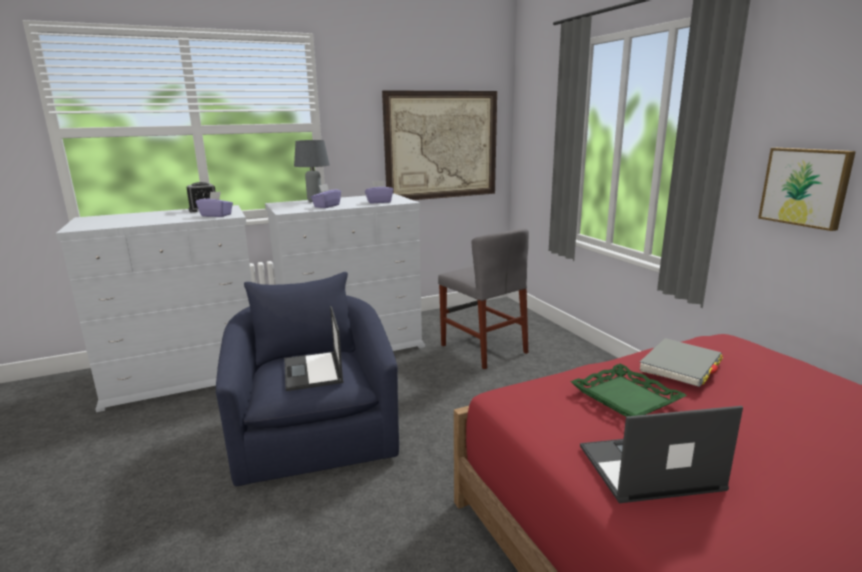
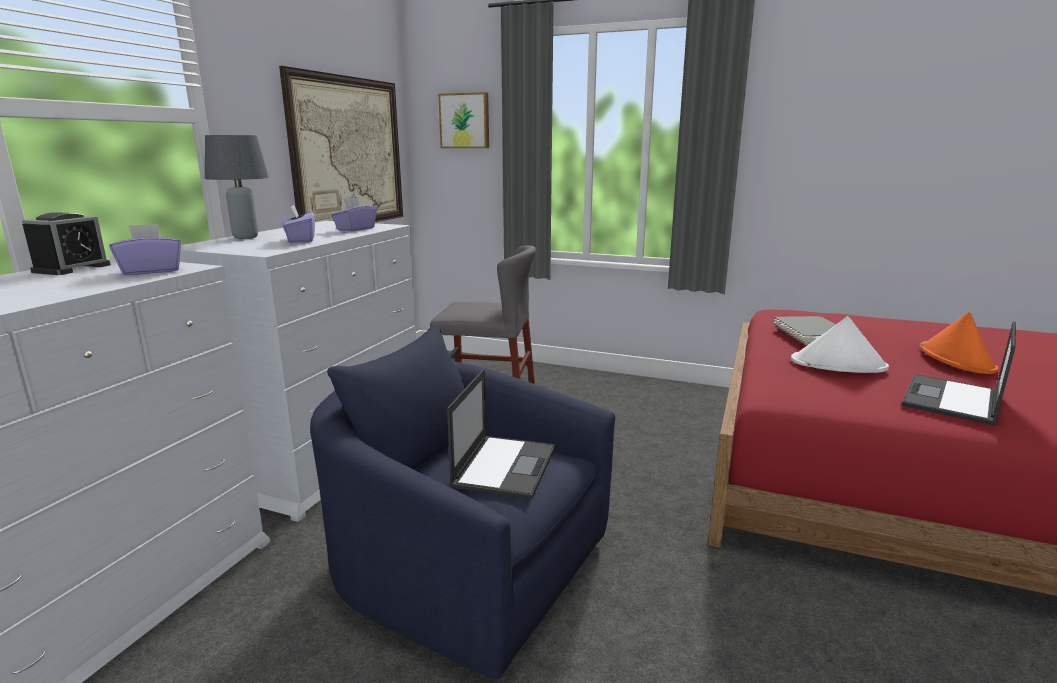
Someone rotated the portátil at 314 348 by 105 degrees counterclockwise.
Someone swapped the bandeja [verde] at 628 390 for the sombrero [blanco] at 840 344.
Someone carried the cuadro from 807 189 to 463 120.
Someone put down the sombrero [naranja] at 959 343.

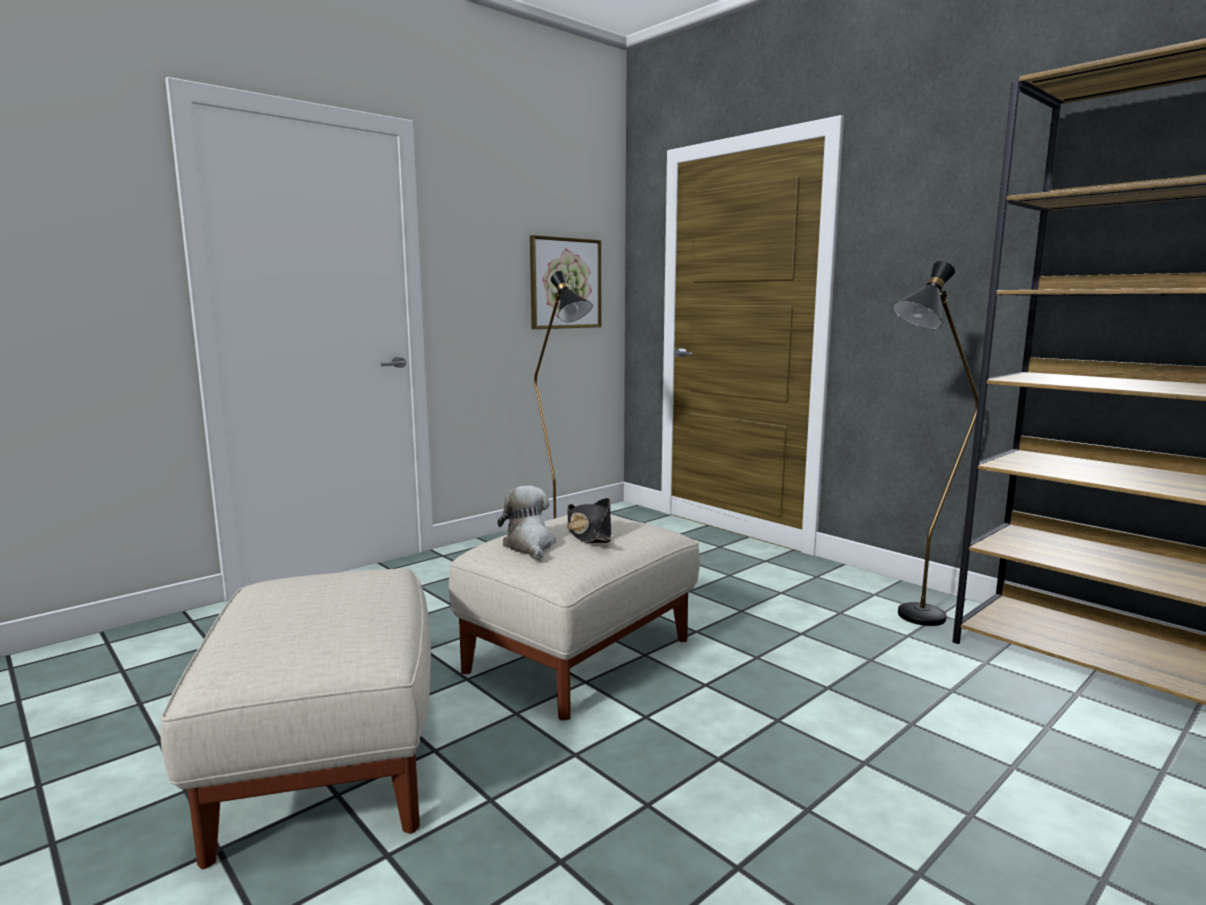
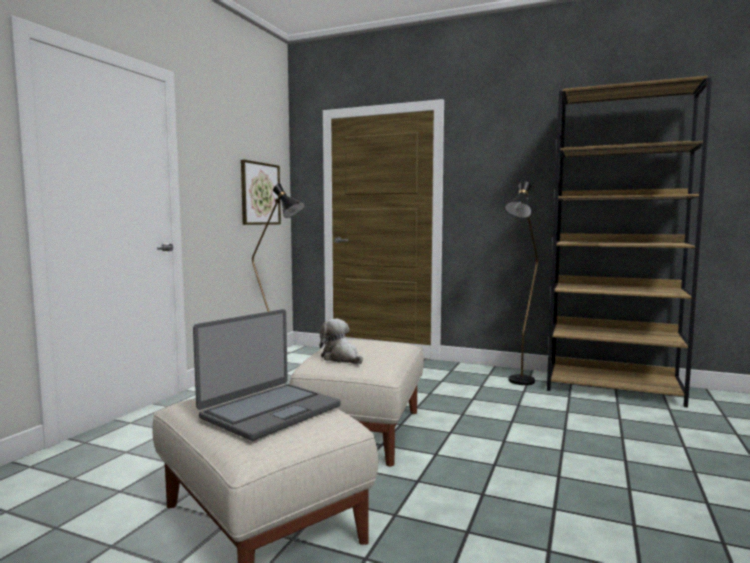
Someone took away the sombrero [negro] at 589 520.
Someone put down the portátil at 267 375.

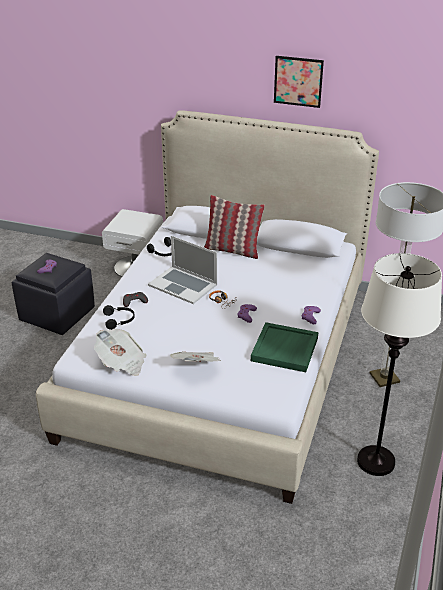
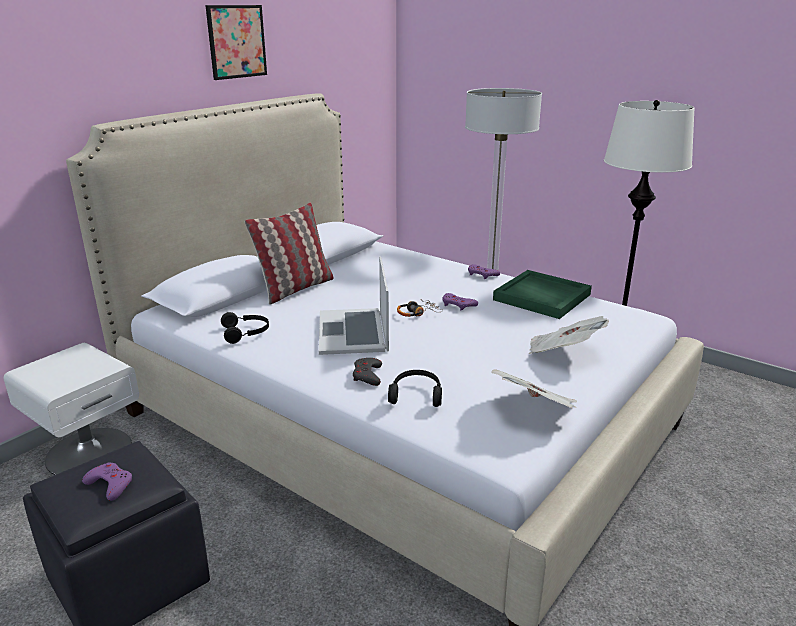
Someone rotated the portátil at 182 270 by 120 degrees clockwise.

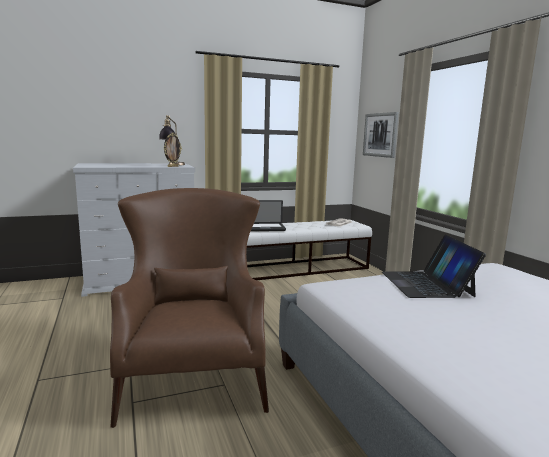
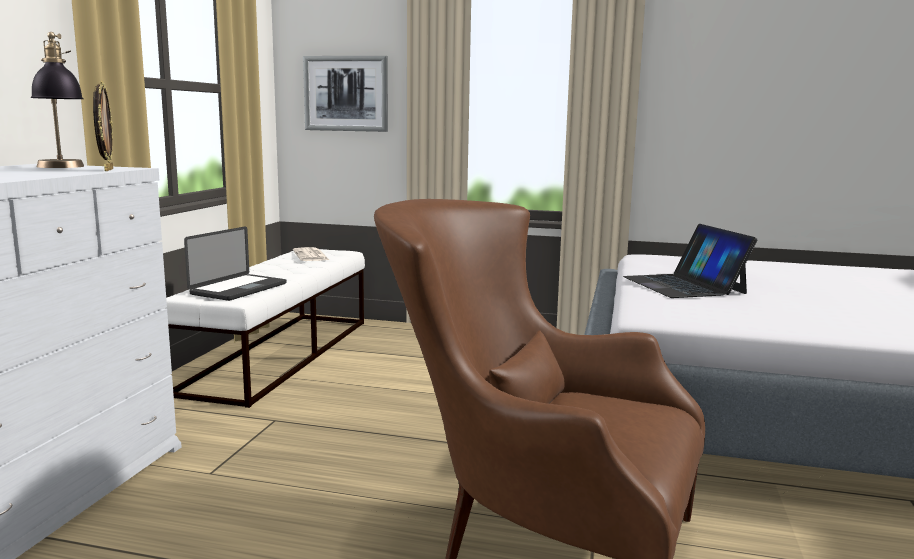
Someone rotated the portátil at 434 266 by 45 degrees clockwise.

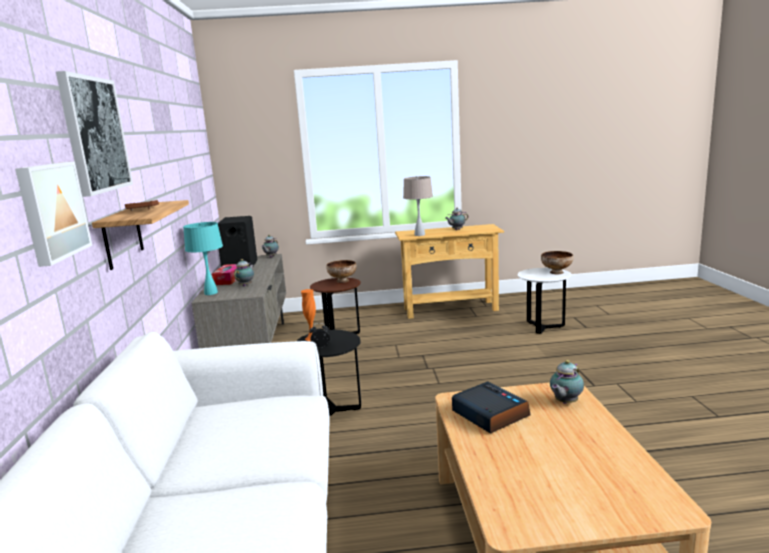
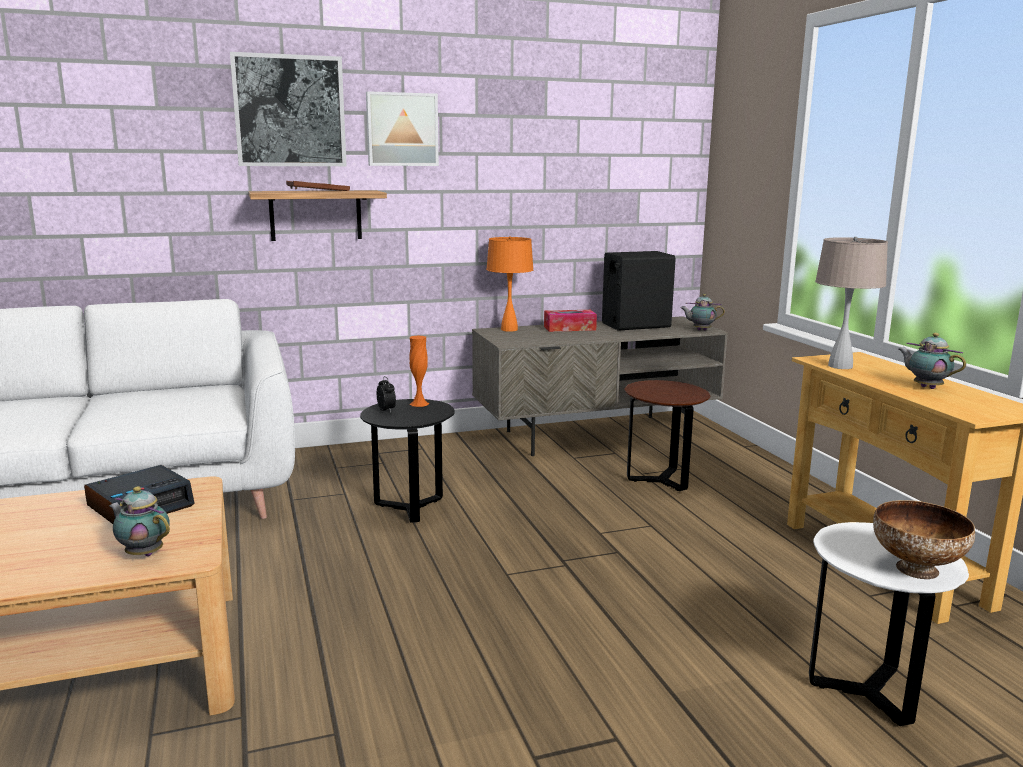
Someone carried the cuadro from 53 214 to 402 128.
Someone repainted the lámpara de mesa [turquesa] at 203 258, which became the lámpara de mesa [naranja] at 510 284.
Someone took away the tetera at 244 272.
Someone took away the cuenco at 341 271.

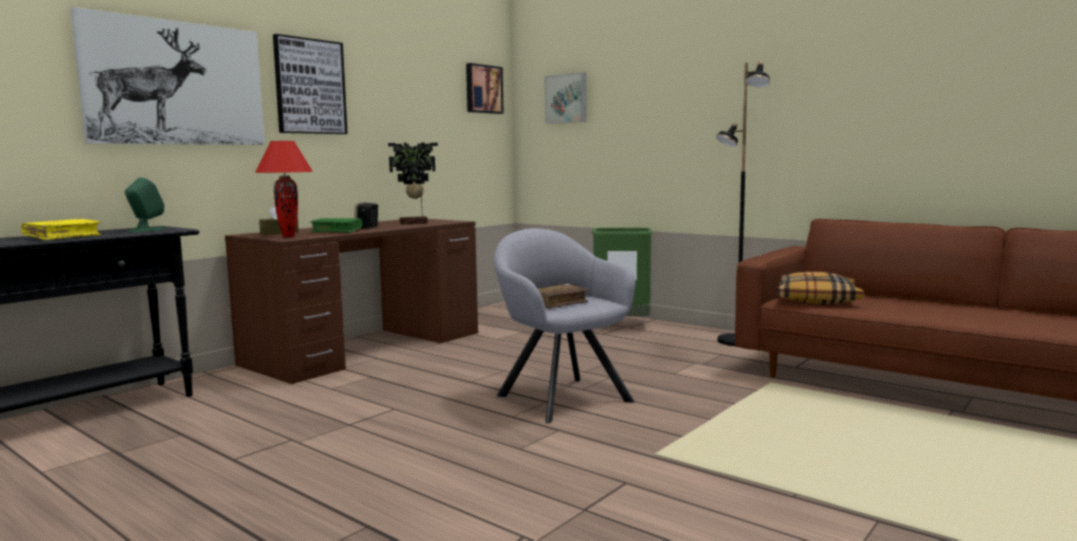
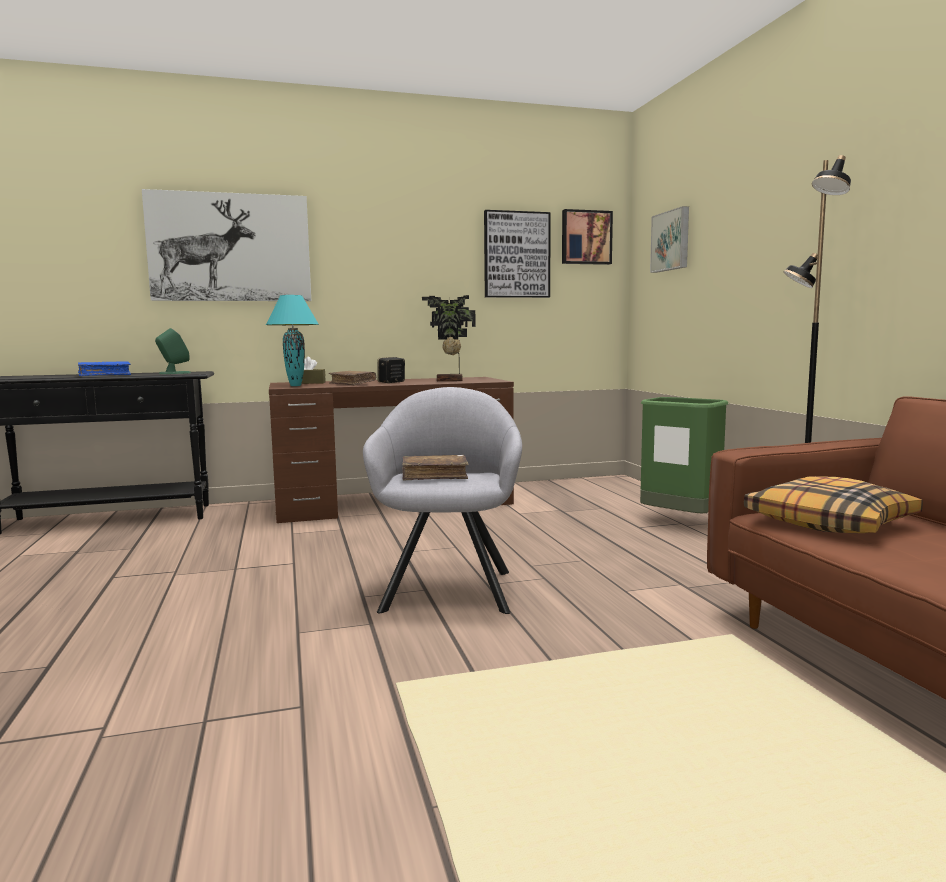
Someone repainted the libro [amarillo] at 61 229, which became the libro [azul] at 104 368.
Someone repainted the lámpara de mesa [rojo] at 284 189, which became the lámpara de mesa [turquesa] at 292 340.
Someone carried the cuadro from 310 84 to 517 254.
Someone repainted the libro [verde] at 336 225, which became the libro [marrón] at 352 378.

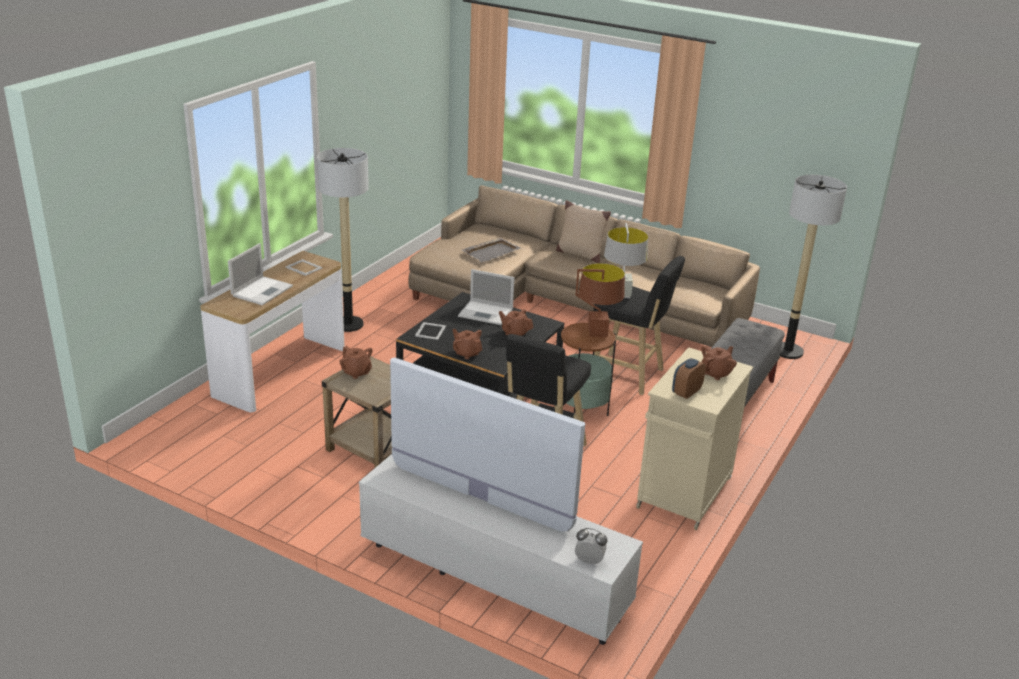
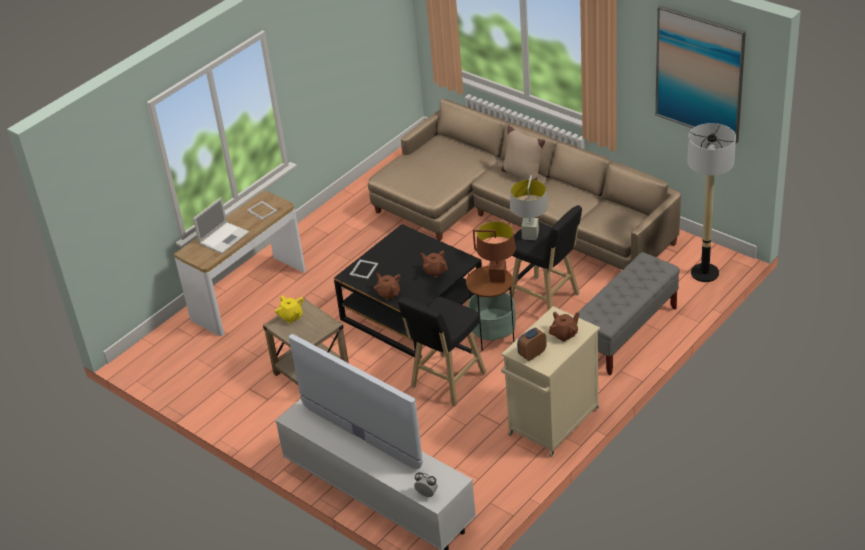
Someone took away the lámpara de pie at 343 240.
Someone repainted the tetera [marrón] at 356 362, which became the tetera [amarillo] at 289 309.
Someone took away the portátil at 486 297.
Someone took away the bandeja [gris] at 491 250.
Someone put up the cuadro at 700 74.

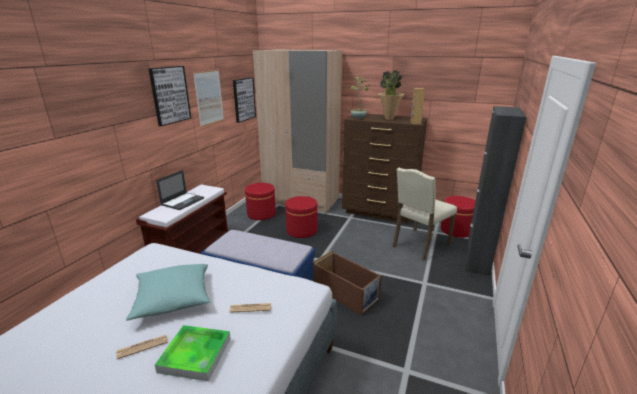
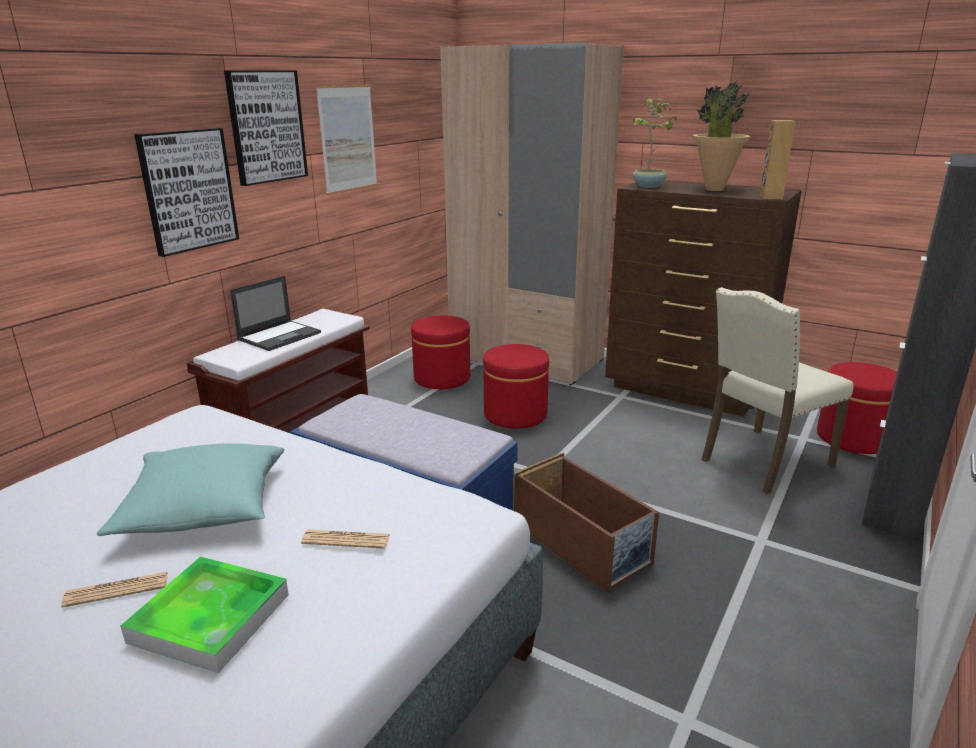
Someone carried the cuadro from 244 100 to 186 192.

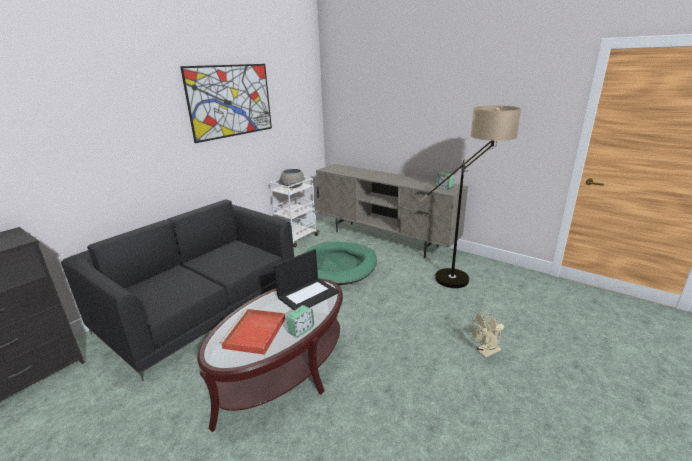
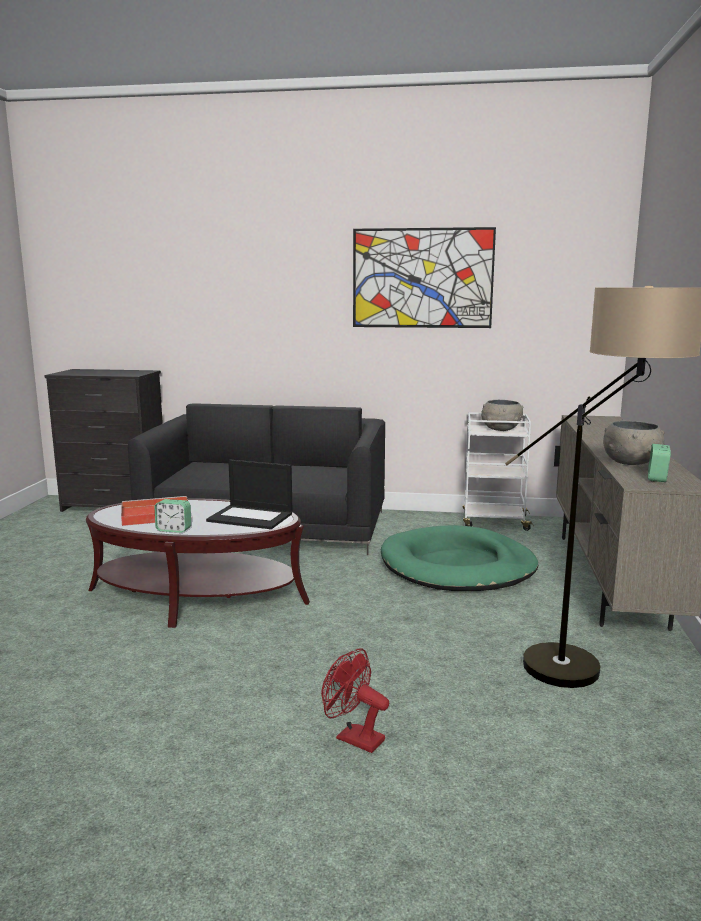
Someone repainted the ventilador [beis] at 487 334, which became the ventilador [rojo] at 355 700.
Someone put down the cuenco [gris] at 634 443.

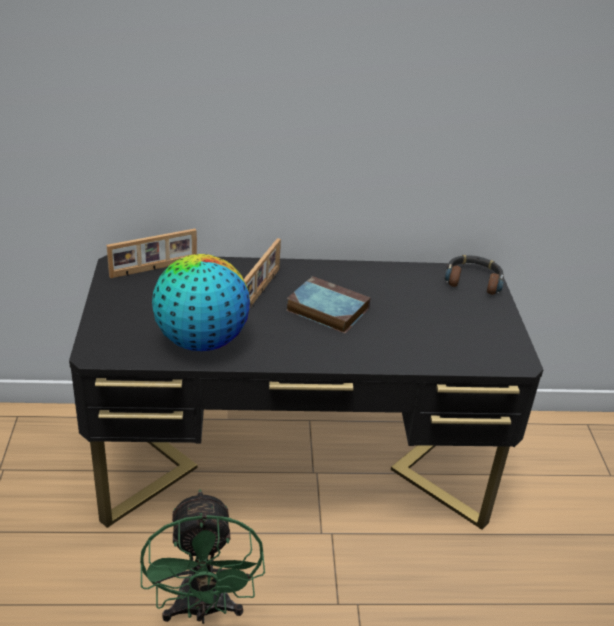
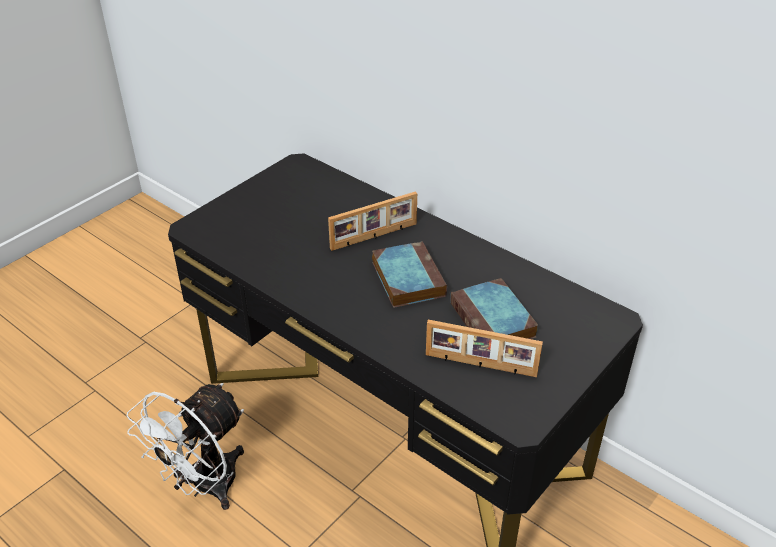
Someone carried the portarretratos from 152 253 to 484 348.
Someone repainted the ventilador [verde] at 202 556, which became the ventilador [blanco] at 185 446.
Someone took away the globo terráqueo at 201 302.
Someone took away the auriculares at 474 275.
Someone put down the libro at 494 308.

